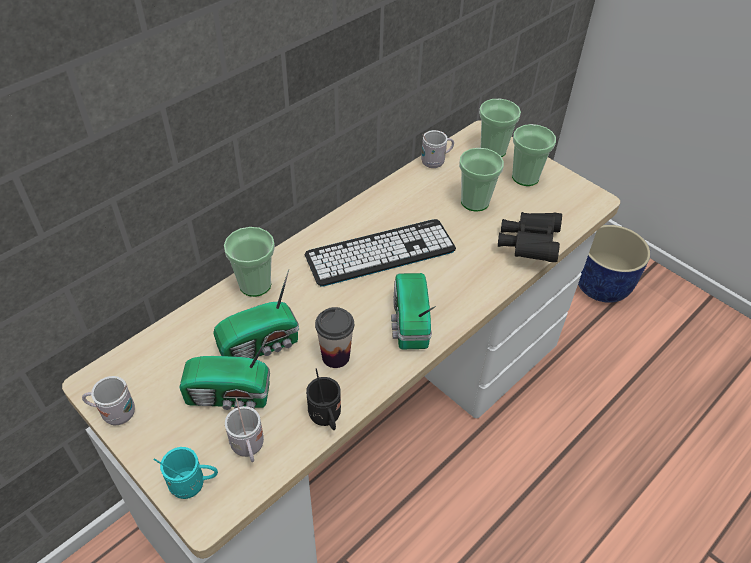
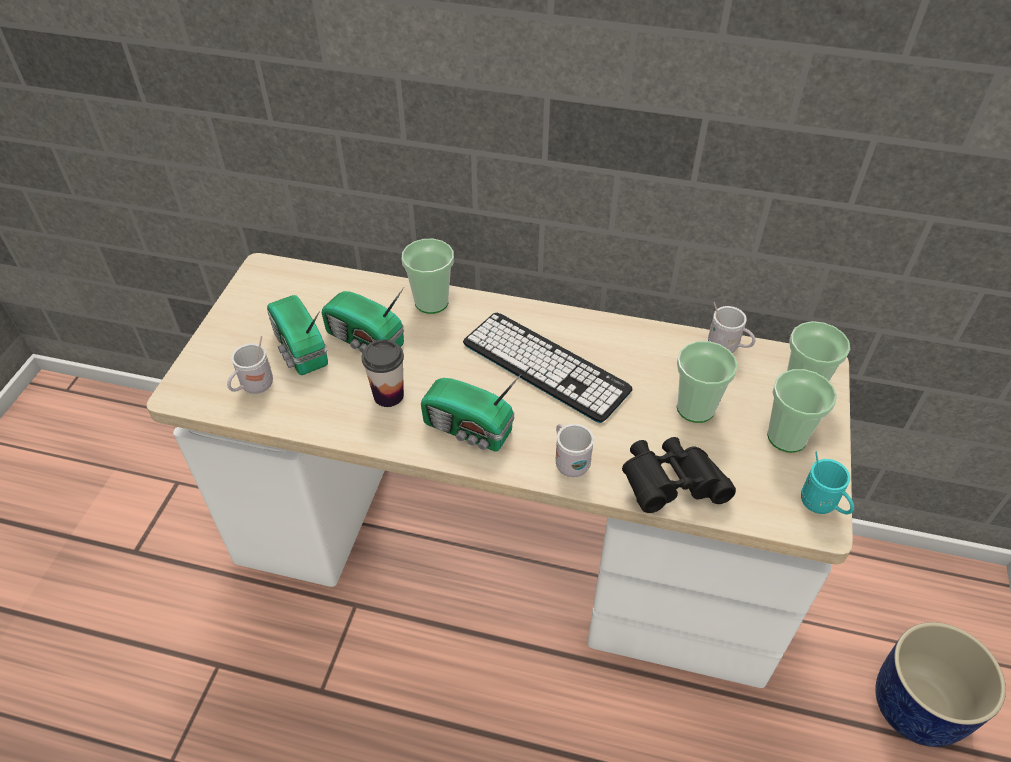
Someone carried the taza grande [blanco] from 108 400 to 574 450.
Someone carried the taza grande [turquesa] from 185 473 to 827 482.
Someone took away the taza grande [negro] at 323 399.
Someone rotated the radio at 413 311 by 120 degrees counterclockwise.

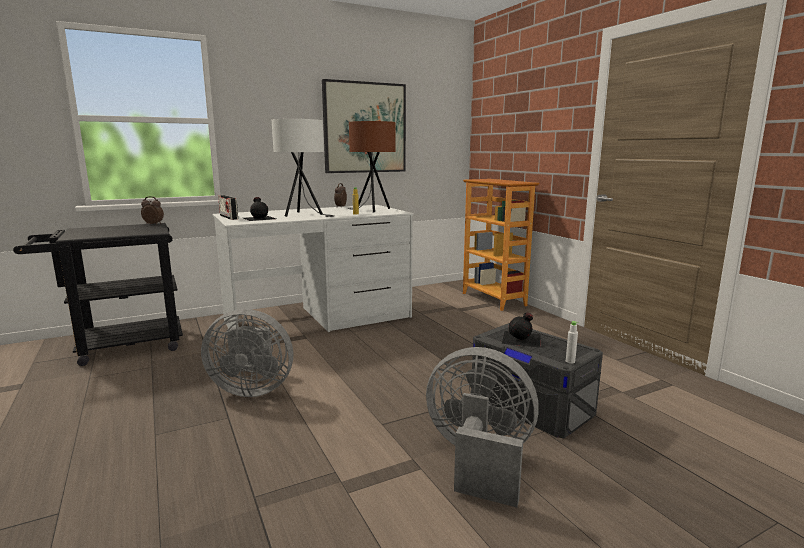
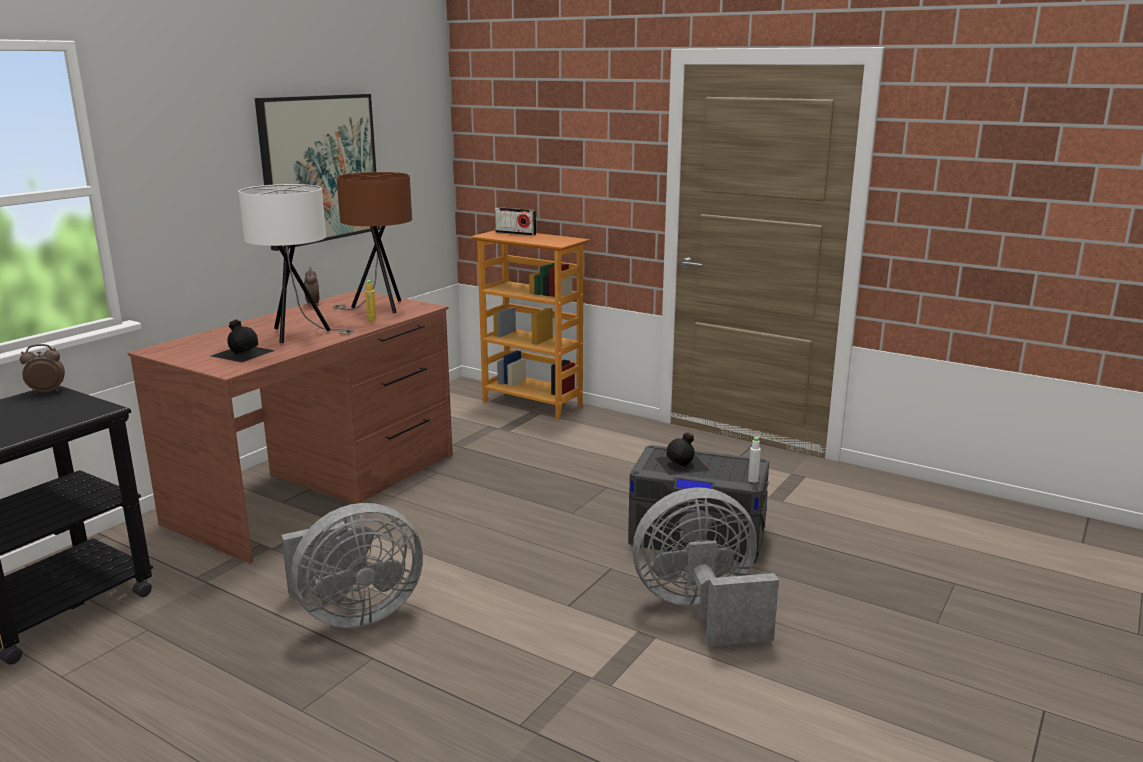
Someone repainted the escritorio [blanco] at 313 268, which became the escritorio [marrón] at 290 426.
Someone carried the radio from 228 207 to 515 221.

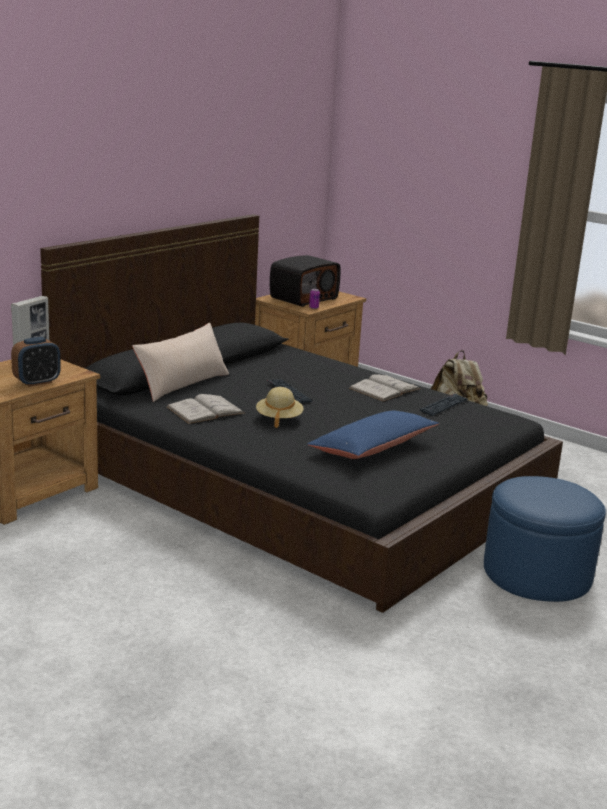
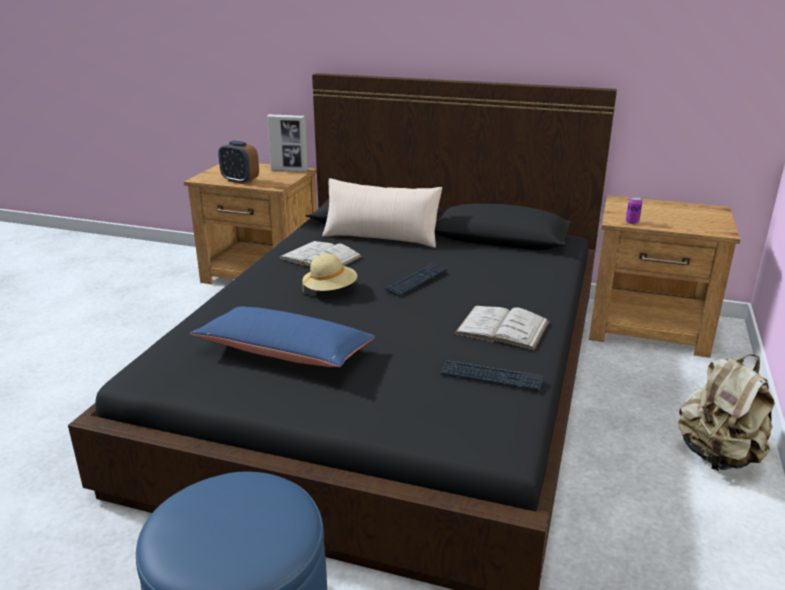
Someone took away the radio at 305 281.

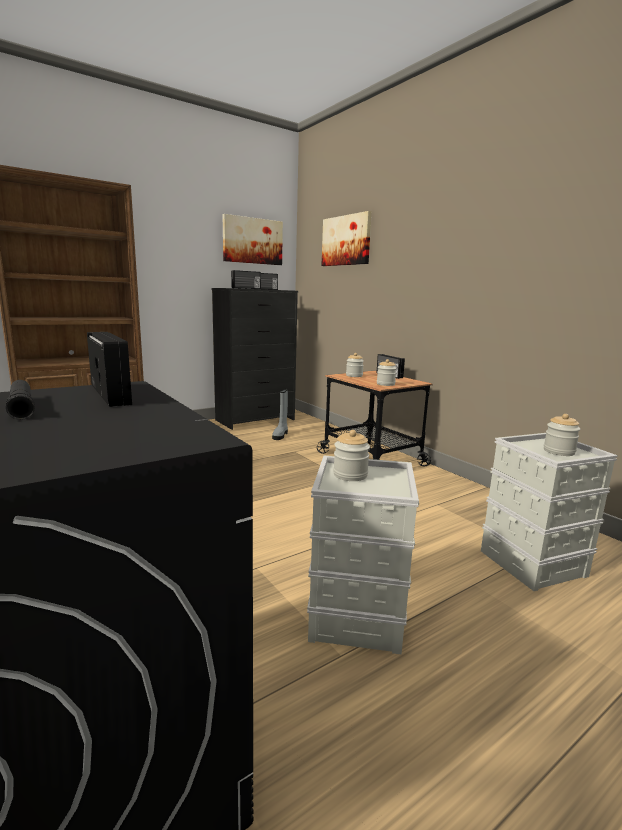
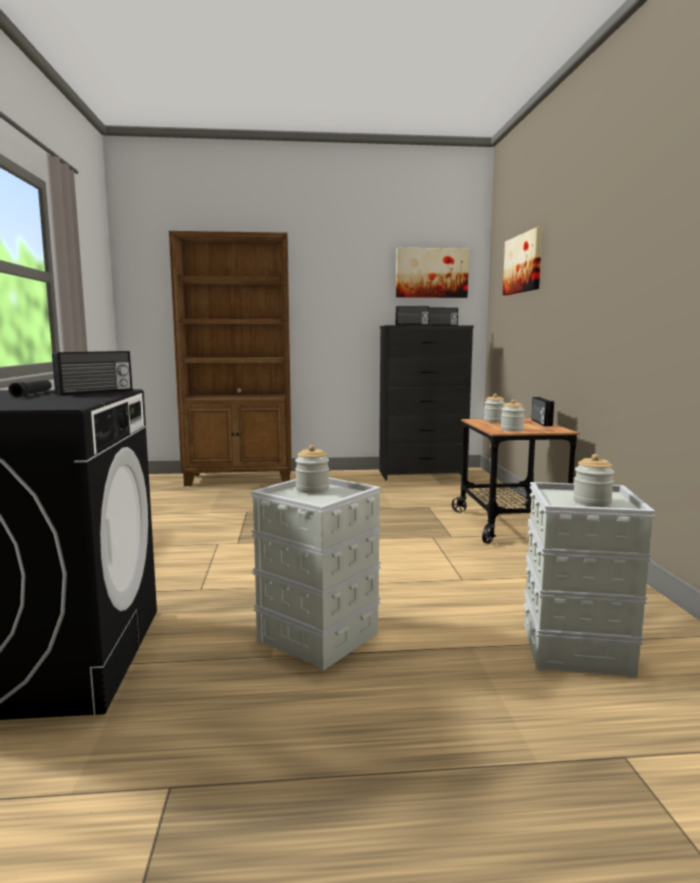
Someone rotated the radio at 109 369 by 45 degrees clockwise.
Someone took away the bota [gris] at 280 414.

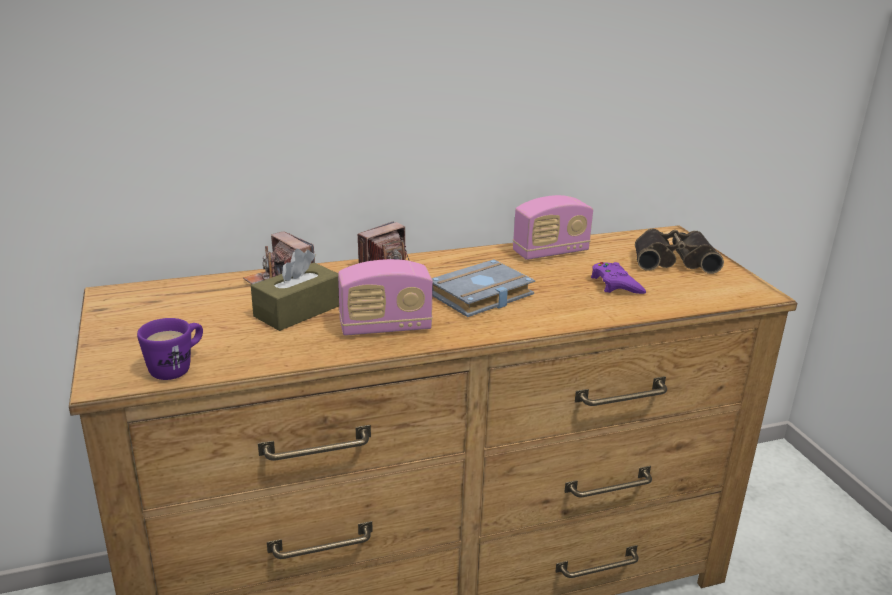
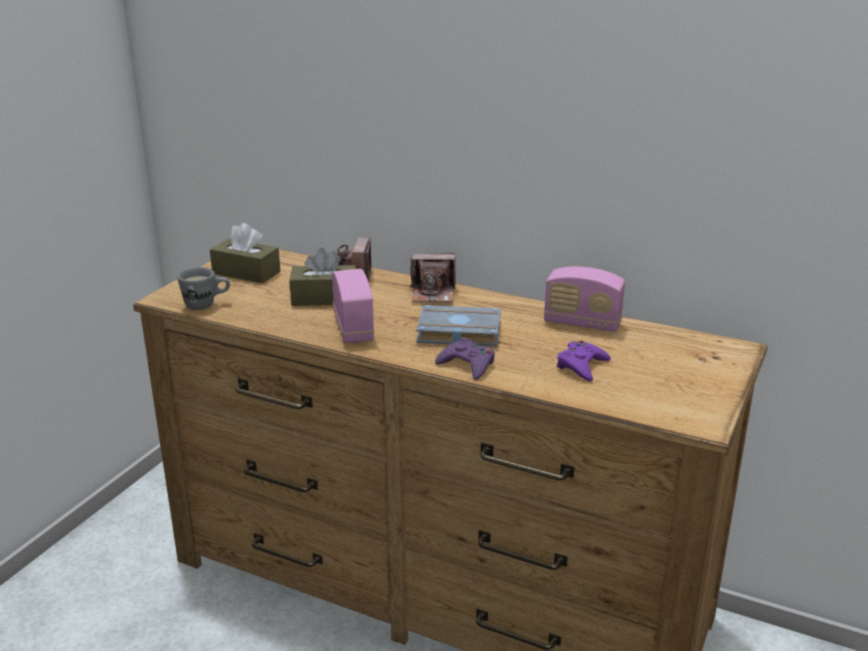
Someone repainted the taza grande [morado] at 170 349, which became the taza grande [gris] at 203 288.
Someone rotated the radio at 385 297 by 135 degrees counterclockwise.
Someone took away the prismáticos at 679 251.
Someone put down the caja de pañuelos [marrón] at 245 253.
Someone put down the mando de consola [morado] at 465 359.

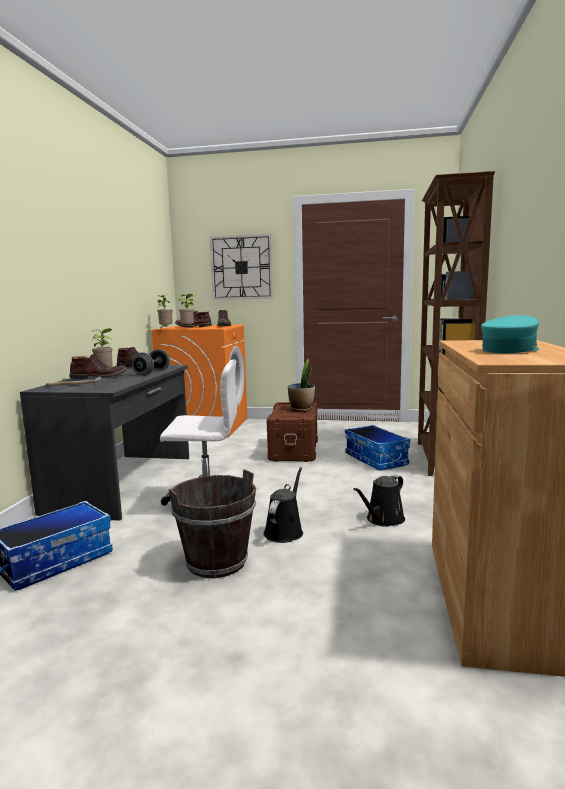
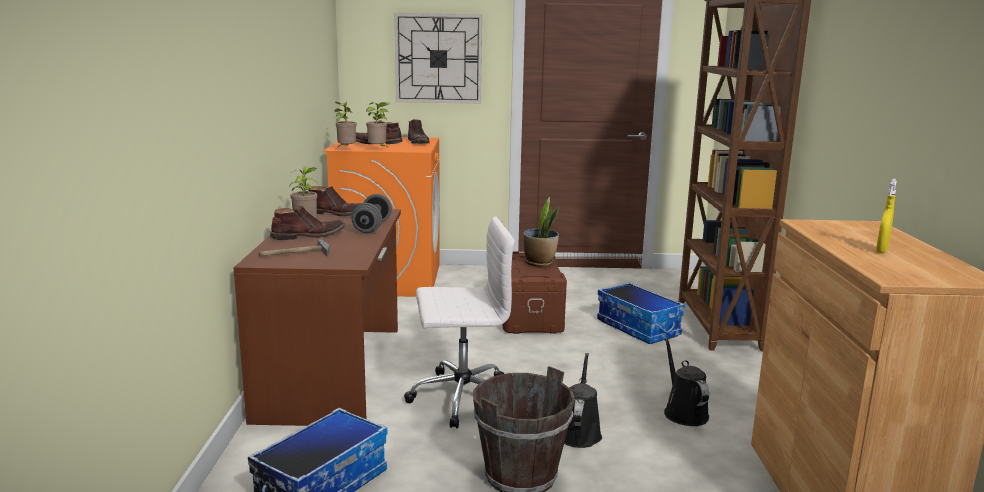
Someone repainted the escritorio [gris] at 104 443, which became the escritorio [marrón] at 317 317.
Someone rotated the regadera [negro] at 379 501 by 135 degrees clockwise.
Someone swapped the gorra [turquesa] at 510 334 for the pulverizador [amarillo] at 886 216.

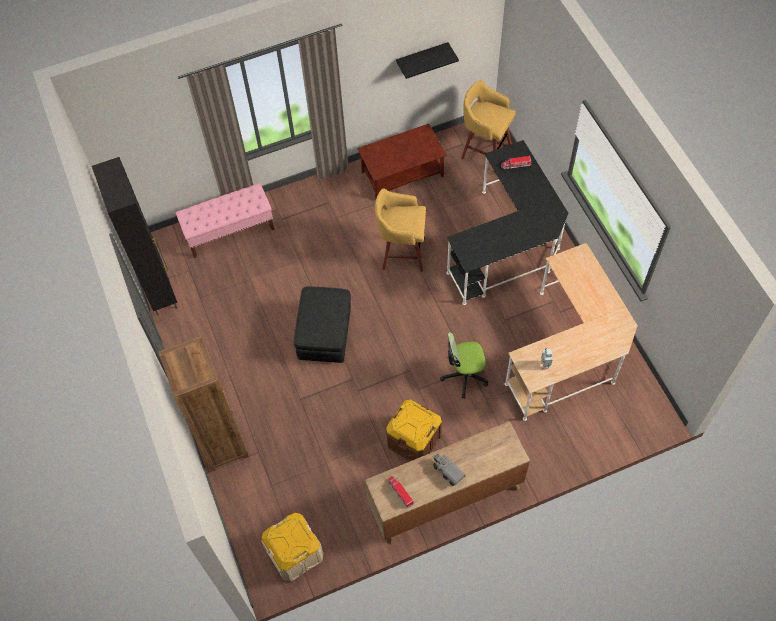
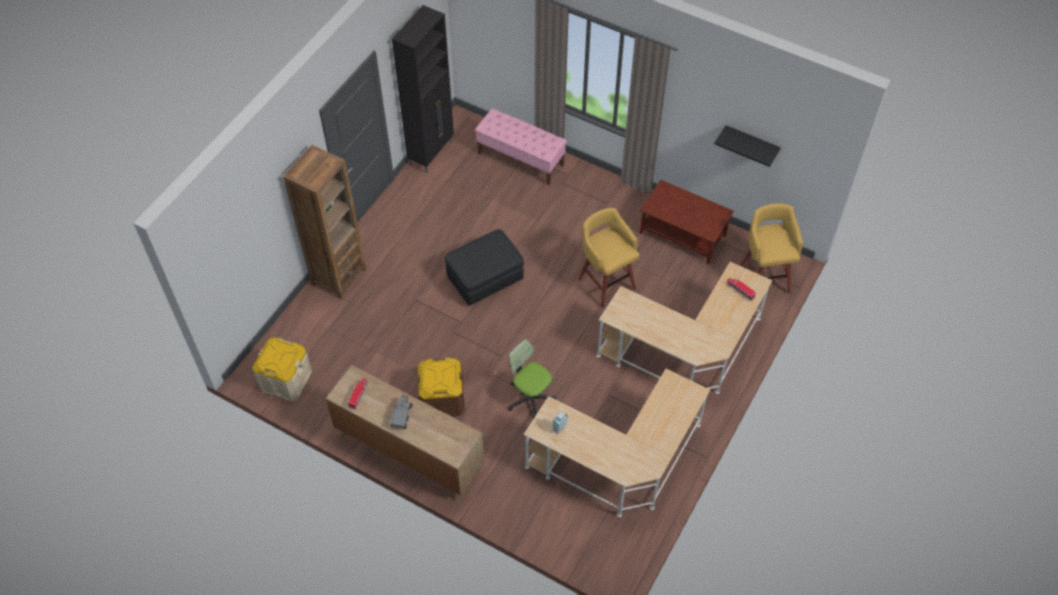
Someone repainted the escritorio [negro] at 507 222, which became the escritorio [beis] at 685 328.

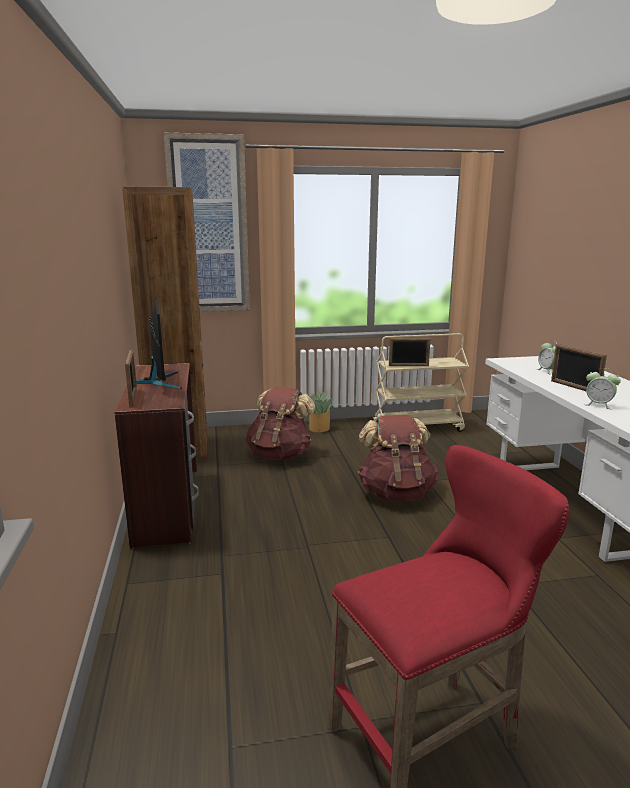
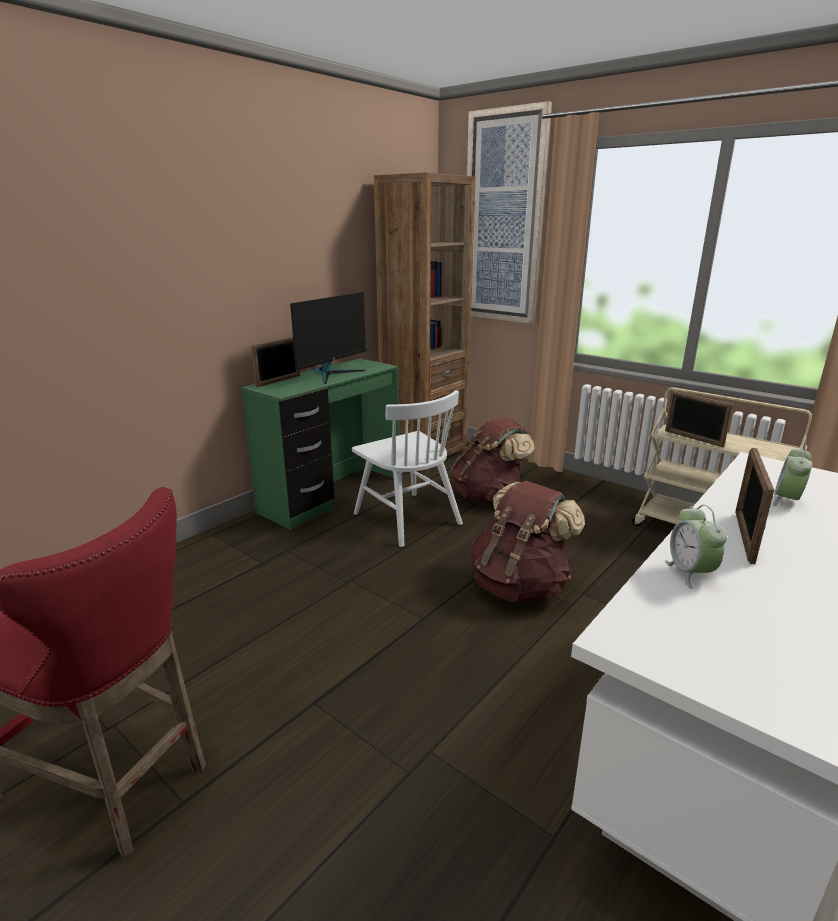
Someone repainted the escritorio [marrón] at 156 456, which became the escritorio [verde] at 320 444.
Someone took away the planta en maceta at 320 412.
Someone put down the silla [blanco] at 407 468.

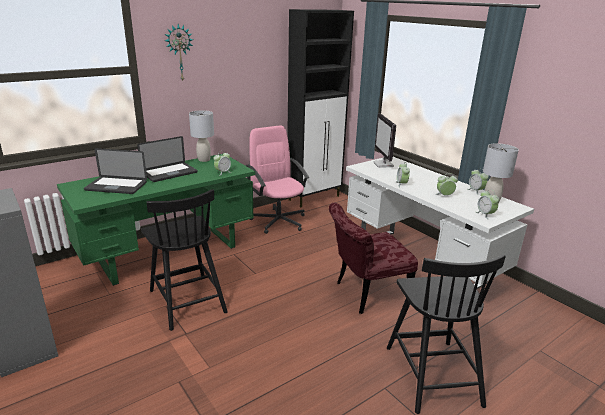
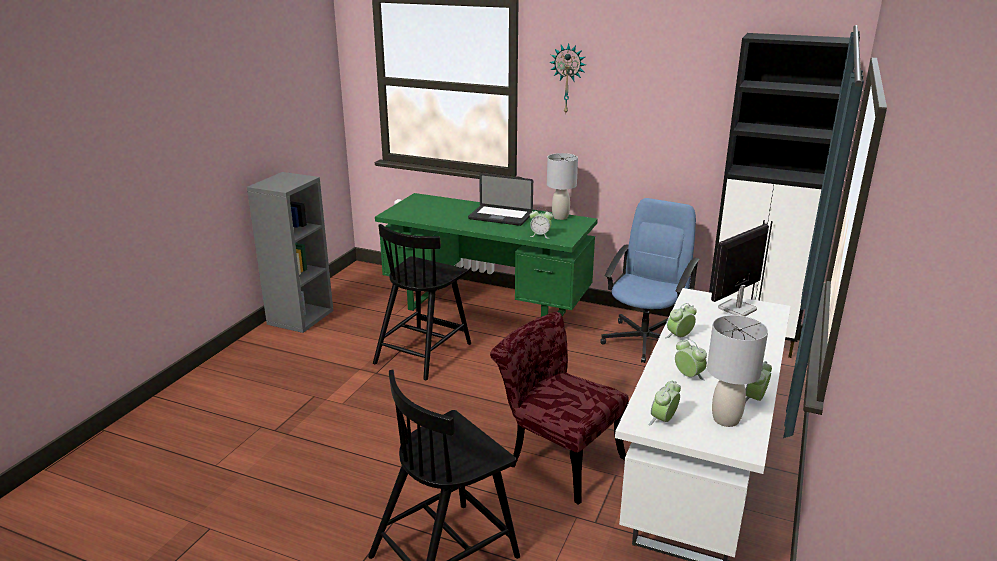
Someone took away the portátil at 115 171.
Someone repainted the silla de oficina [rosa] at 277 179, which became the silla de oficina [azul] at 650 280.

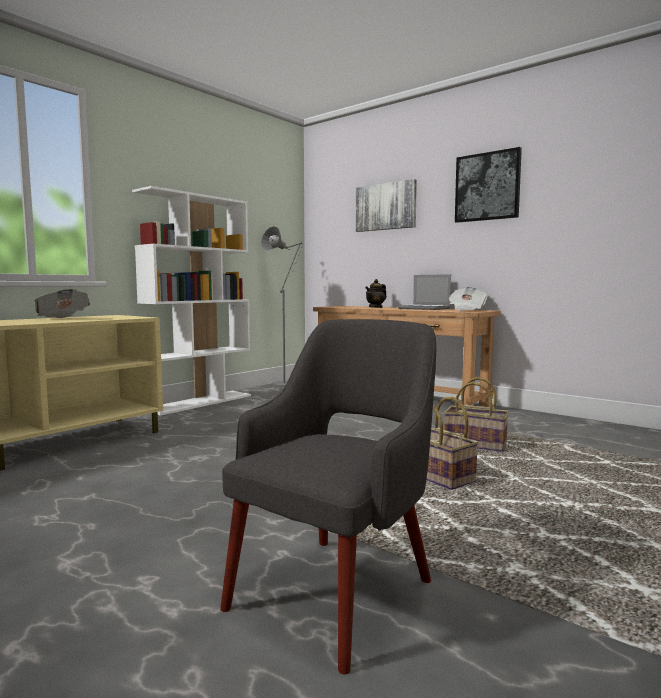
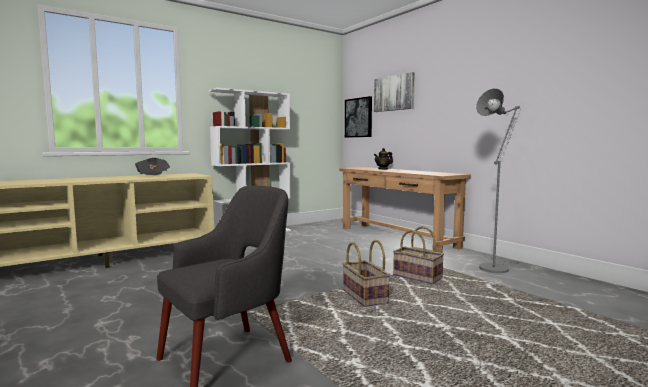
Someone carried the lámpara de pie [gris] from 282 306 to 498 180.
Someone took away the portátil at 424 292.
Someone took away the periódico at 468 299.
Someone carried the cuadro from 488 185 to 358 117.

